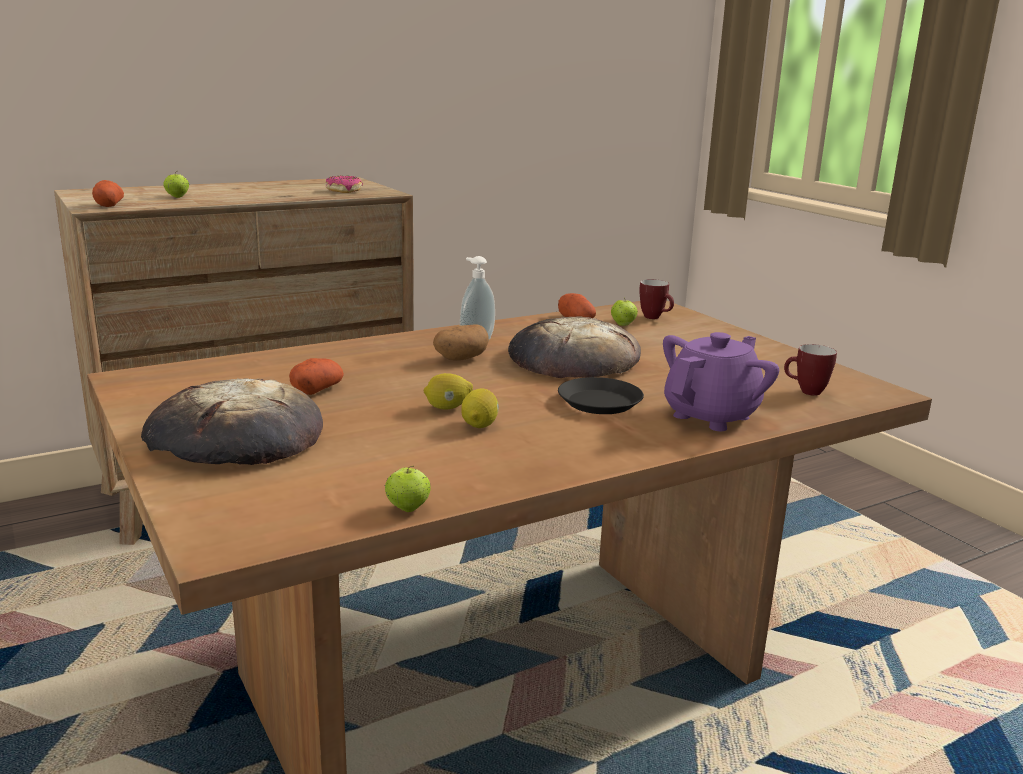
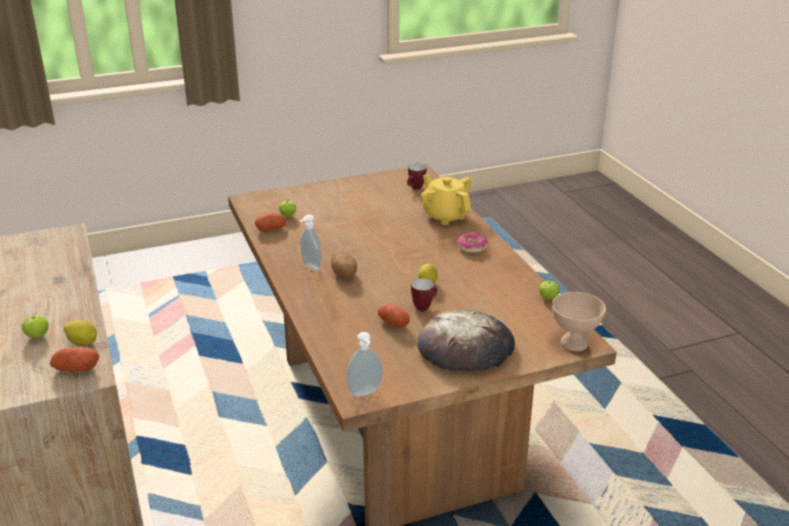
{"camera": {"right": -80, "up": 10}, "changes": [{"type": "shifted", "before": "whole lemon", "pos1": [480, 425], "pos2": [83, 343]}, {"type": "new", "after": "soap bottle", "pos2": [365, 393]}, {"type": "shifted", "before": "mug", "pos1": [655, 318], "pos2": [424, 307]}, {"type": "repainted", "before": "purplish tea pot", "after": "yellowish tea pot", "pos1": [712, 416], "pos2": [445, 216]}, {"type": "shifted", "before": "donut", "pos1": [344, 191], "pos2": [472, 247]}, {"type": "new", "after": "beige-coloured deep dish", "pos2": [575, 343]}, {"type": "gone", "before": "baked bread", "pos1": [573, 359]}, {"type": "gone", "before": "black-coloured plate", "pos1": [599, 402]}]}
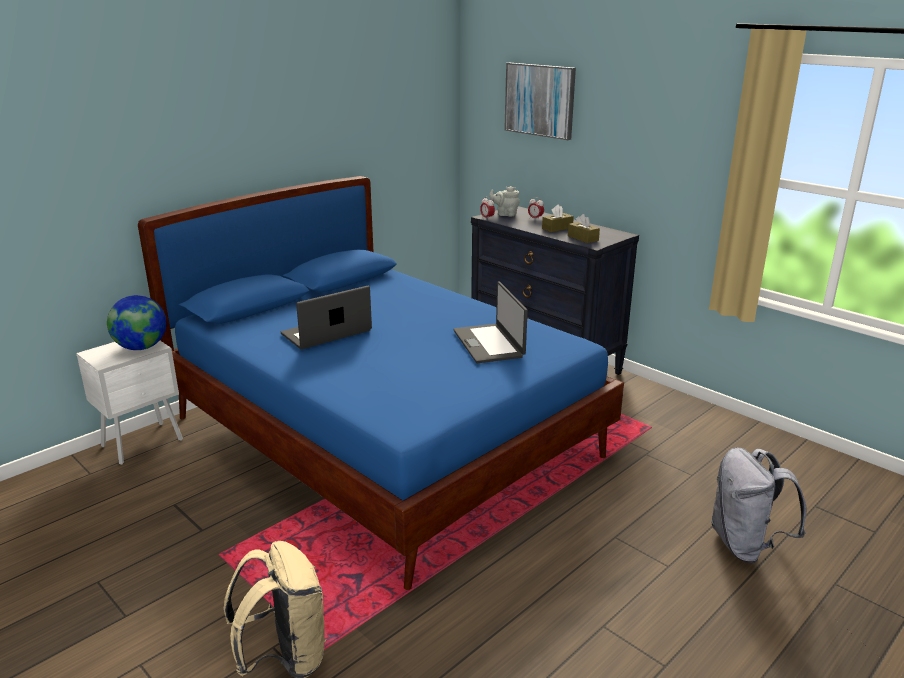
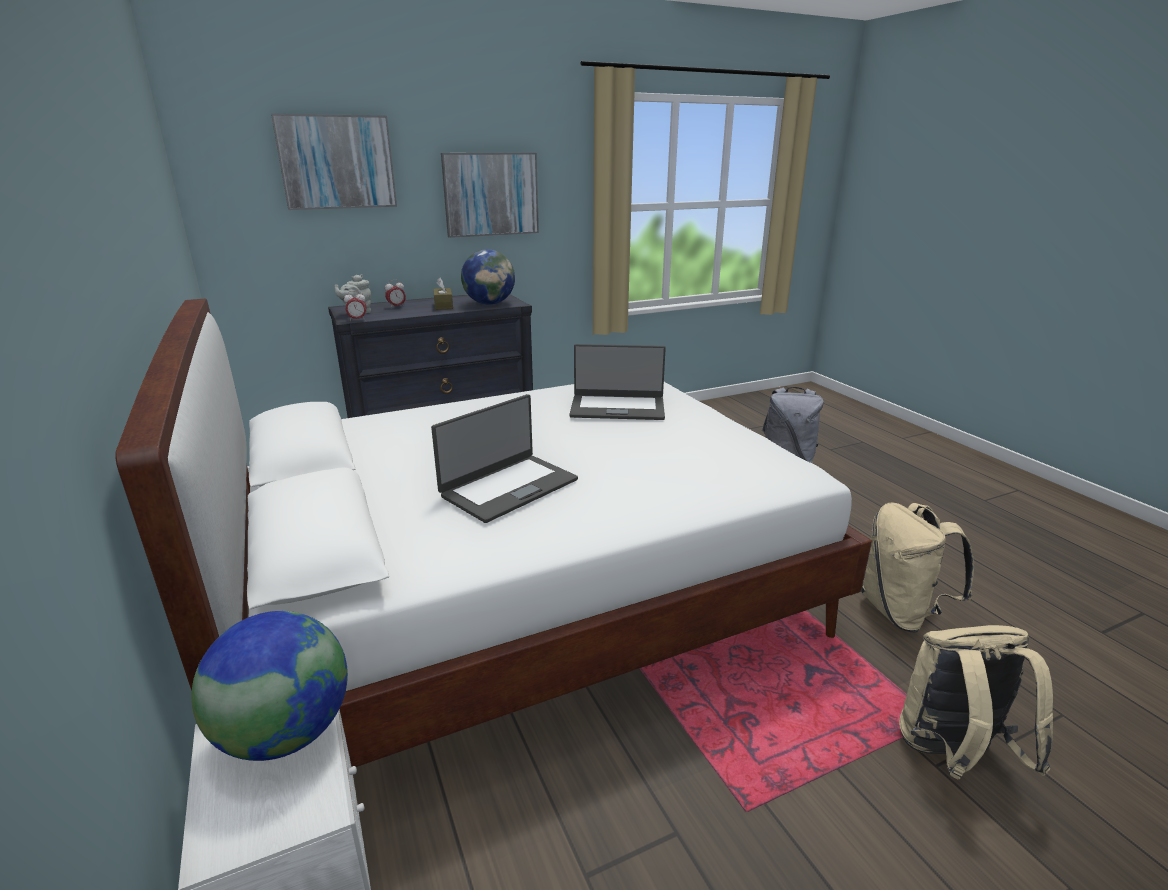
{"camera": {"right": -70, "up": 0}, "changes": [{"type": "repainted", "before": "bluish bed", "after": "white bed", "pos1": [384, 436], "pos2": [524, 599]}, {"type": "rotated", "before": "portable computer", "pos1": [327, 333], "pos2": [508, 487], "turn": -120}, {"type": "new", "after": "wall picture", "pos2": [491, 194]}, {"type": "swapped", "before": "brownish tissue box", "after": "globe", "pos1": [583, 238], "pos2": [489, 303]}, {"type": "new", "after": "beige-coloured backpack", "pos2": [900, 612]}]}
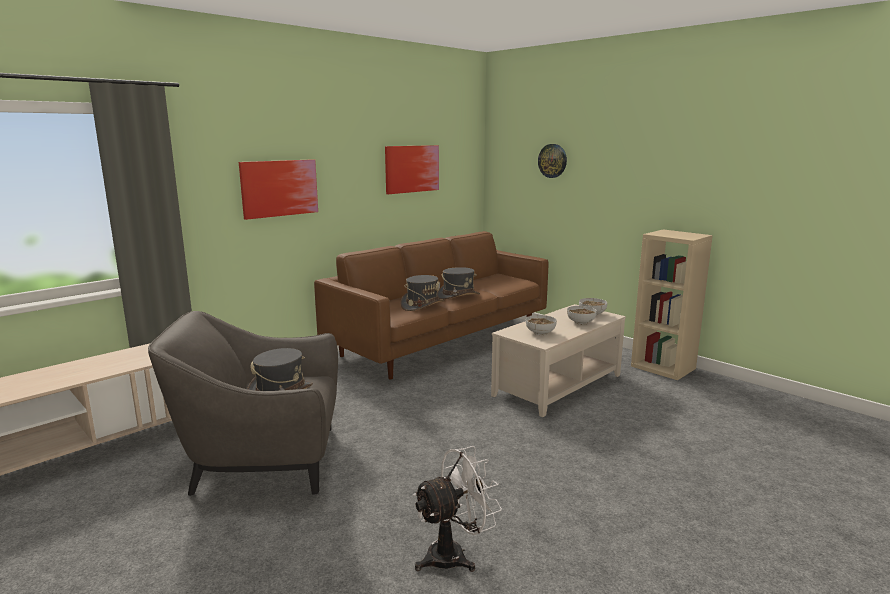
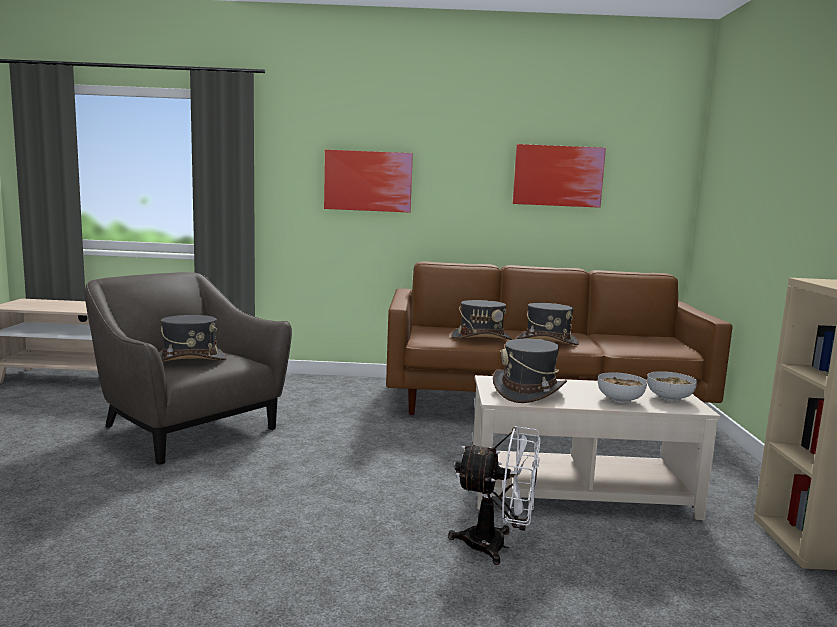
{"camera": {"right": 45, "up": -5}, "changes": [{"type": "shifted", "before": "white cooling fan", "pos1": [454, 554], "pos2": [496, 546]}, {"type": "swapped", "before": "deep dish", "after": "greyish wearable hat", "pos1": [540, 333], "pos2": [528, 392]}, {"type": "gone", "before": "clock on the wall", "pos1": [552, 161]}]}
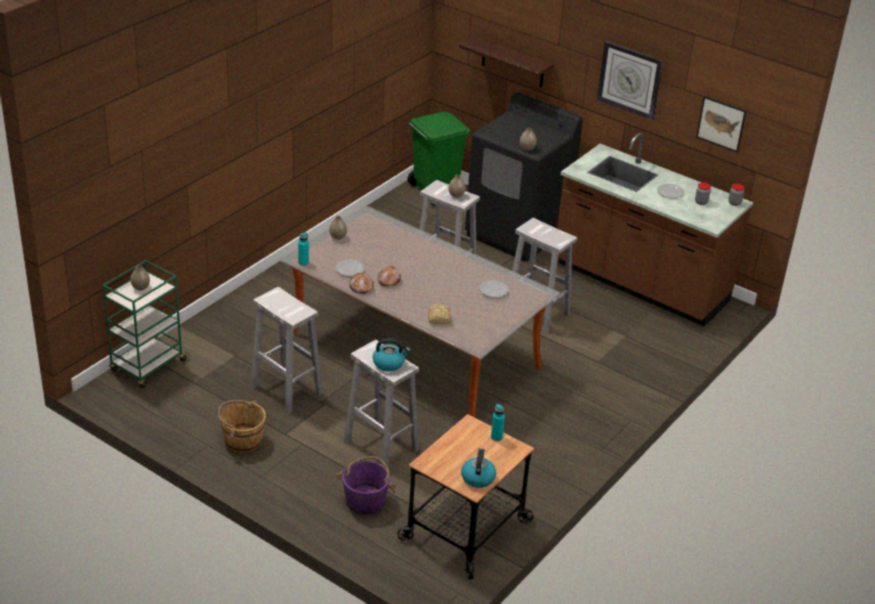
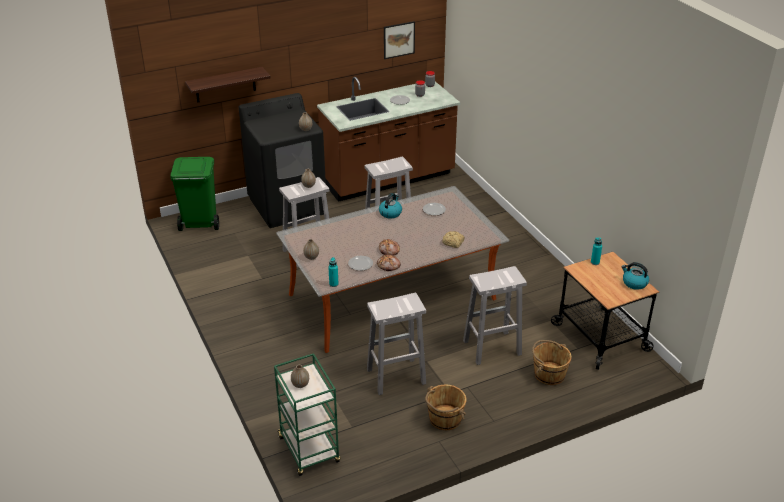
{"camera": {"right": -60, "up": 0}, "changes": [{"type": "shifted", "before": "water kettle", "pos1": [389, 363], "pos2": [390, 213]}, {"type": "repainted", "before": "purplish water bucket", "after": "brownish water bucket", "pos1": [365, 501], "pos2": [549, 374]}, {"type": "gone", "before": "clock on the wall", "pos1": [630, 79]}]}
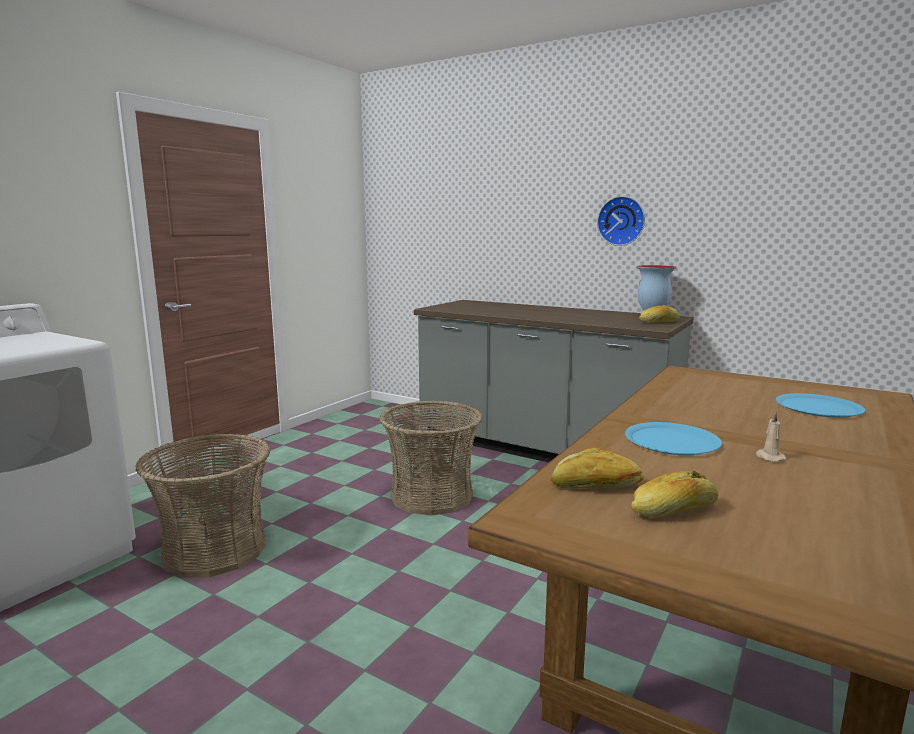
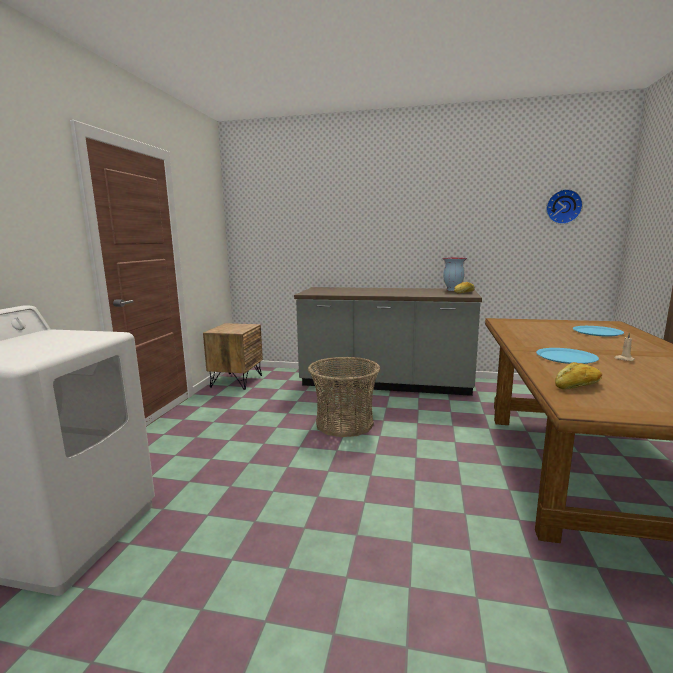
{"camera": {"right": -20, "up": 0}, "changes": [{"type": "new", "after": "brownish nightstand", "pos2": [236, 381]}, {"type": "shifted", "before": "clock on the wall", "pos1": [621, 221], "pos2": [563, 207]}, {"type": "gone", "before": "storage basket", "pos1": [215, 549]}, {"type": "gone", "before": "baked bread", "pos1": [673, 510]}]}
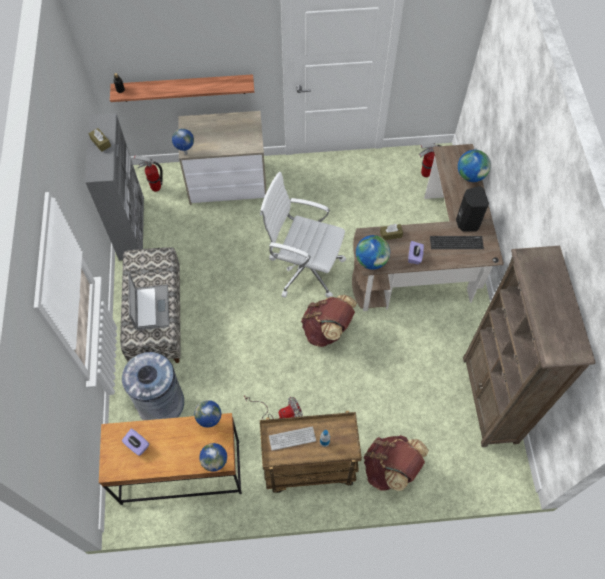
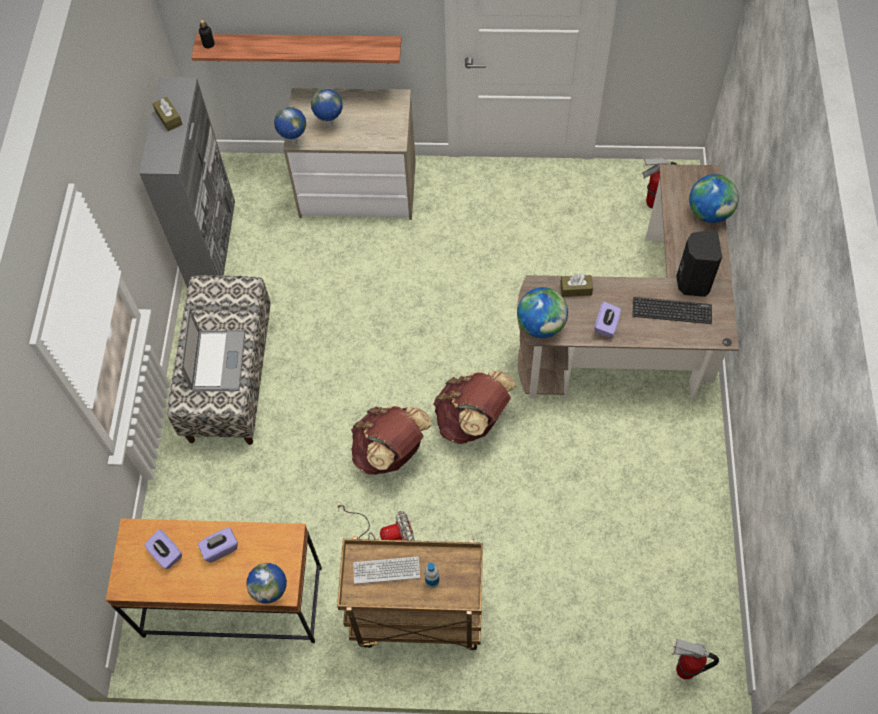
{"camera": {"right": 10, "up": 0}, "changes": [{"type": "new", "after": "purplish tissue box", "pos2": [220, 548]}, {"type": "shifted", "before": "globe", "pos1": [210, 422], "pos2": [330, 125]}, {"type": "shifted", "before": "brownish backpack", "pos1": [390, 469], "pos2": [390, 452]}, {"type": "shifted", "before": "fire extinguisher", "pos1": [155, 187], "pos2": [684, 670]}, {"type": "gone", "before": "greyish waste bin", "pos1": [161, 404]}, {"type": "gone", "before": "white desk chair", "pos1": [304, 268]}, {"type": "gone", "before": "brownish bookcase", "pos1": [490, 400]}]}
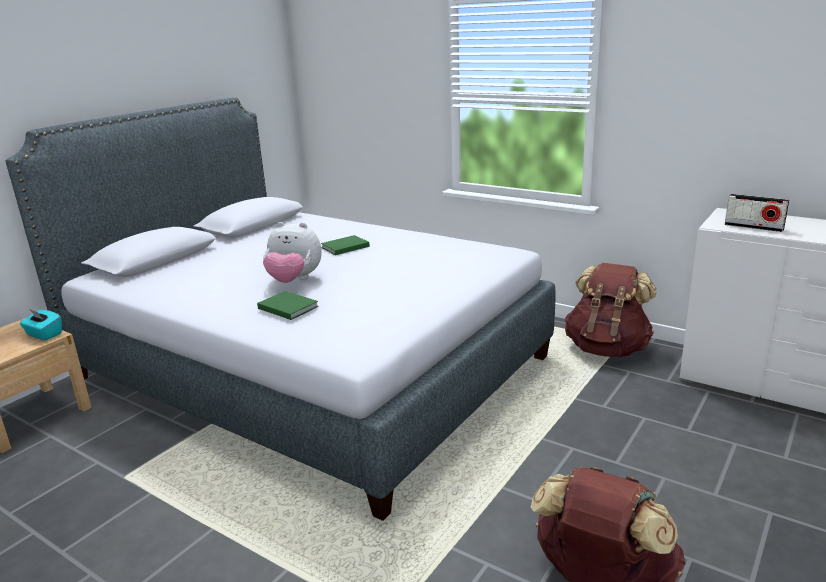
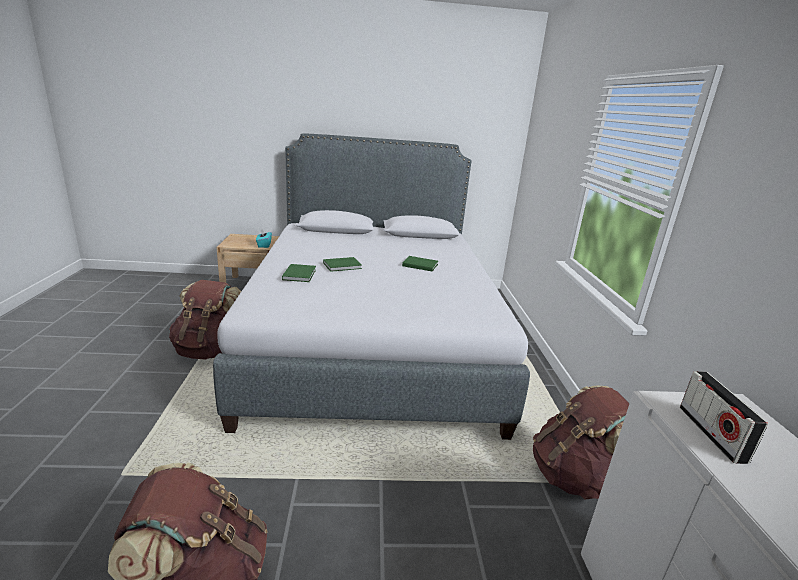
{"camera": {"right": 50, "up": 0}, "changes": [{"type": "new", "after": "brownish backpack", "pos2": [209, 350]}, {"type": "swapped", "before": "cuddly toy", "after": "green volume", "pos1": [294, 281], "pos2": [343, 266]}]}
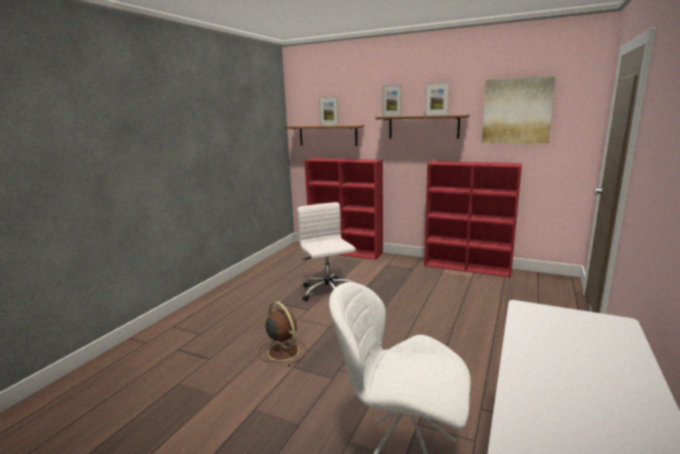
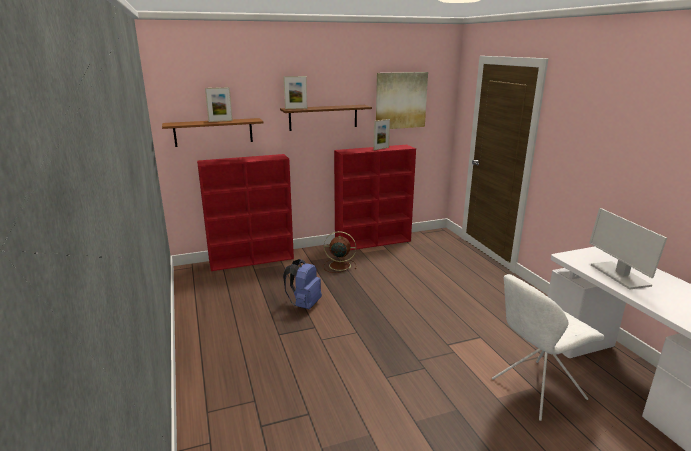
{"camera": {"right": -45, "up": 5}, "changes": [{"type": "swapped", "before": "white desk chair", "after": "bluish backpack", "pos1": [328, 292], "pos2": [304, 304]}, {"type": "shifted", "before": "brownish cooling fan", "pos1": [282, 351], "pos2": [338, 265]}, {"type": "shifted", "before": "picture frame", "pos1": [436, 115], "pos2": [381, 148]}, {"type": "new", "after": "computer display", "pos2": [619, 275]}]}
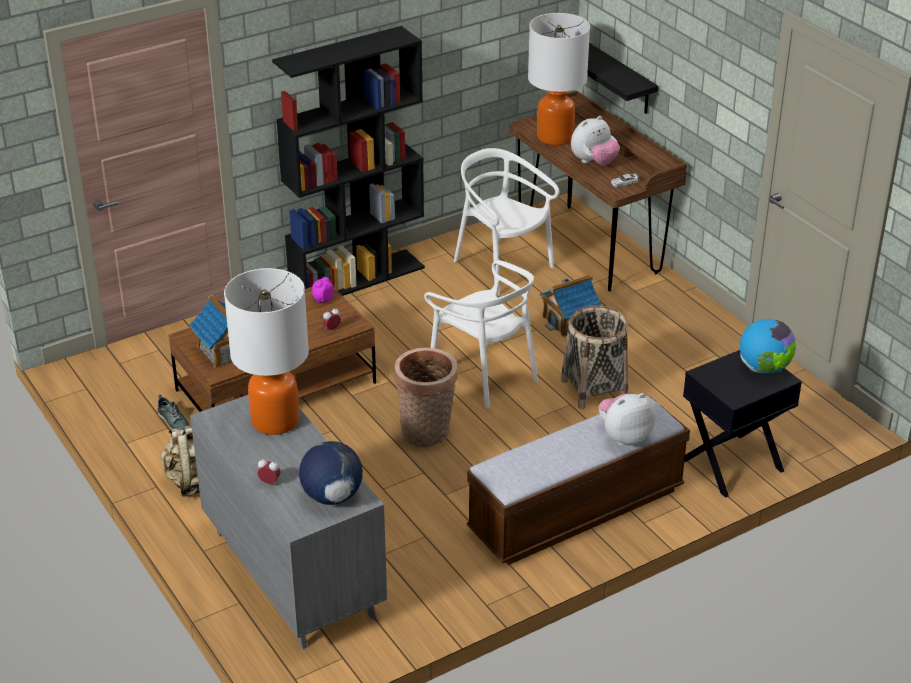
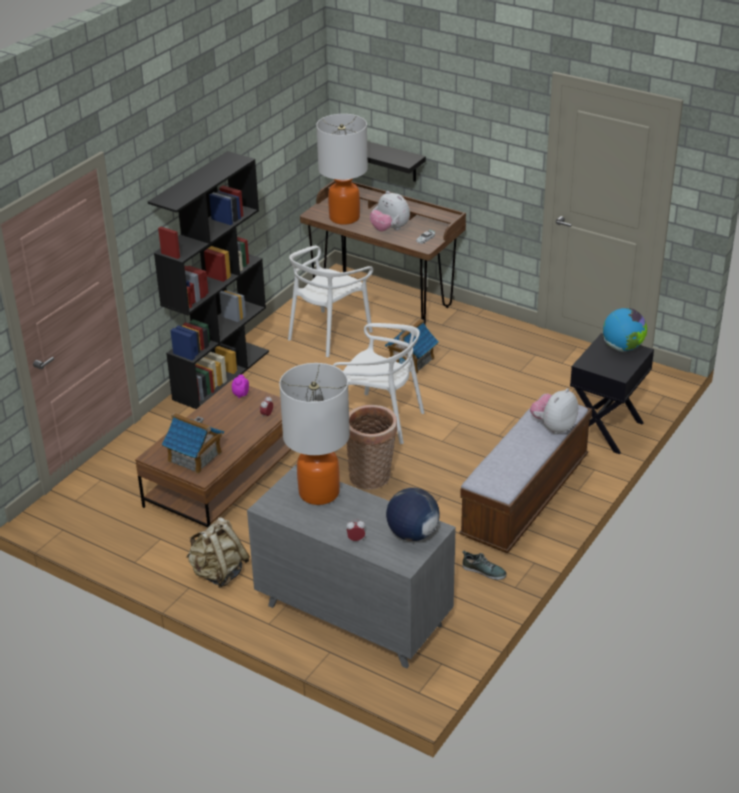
{"camera": {"right": -25, "up": 0}, "changes": [{"type": "rotated", "before": "white chair", "pos1": [502, 266], "pos2": [328, 334], "turn": -75}, {"type": "rotated", "before": "cuddly toy", "pos1": [593, 162], "pos2": [390, 229], "turn": 105}, {"type": "shifted", "before": "item of footwear", "pos1": [174, 422], "pos2": [484, 571]}, {"type": "gone", "before": "storage basket", "pos1": [593, 389]}]}
